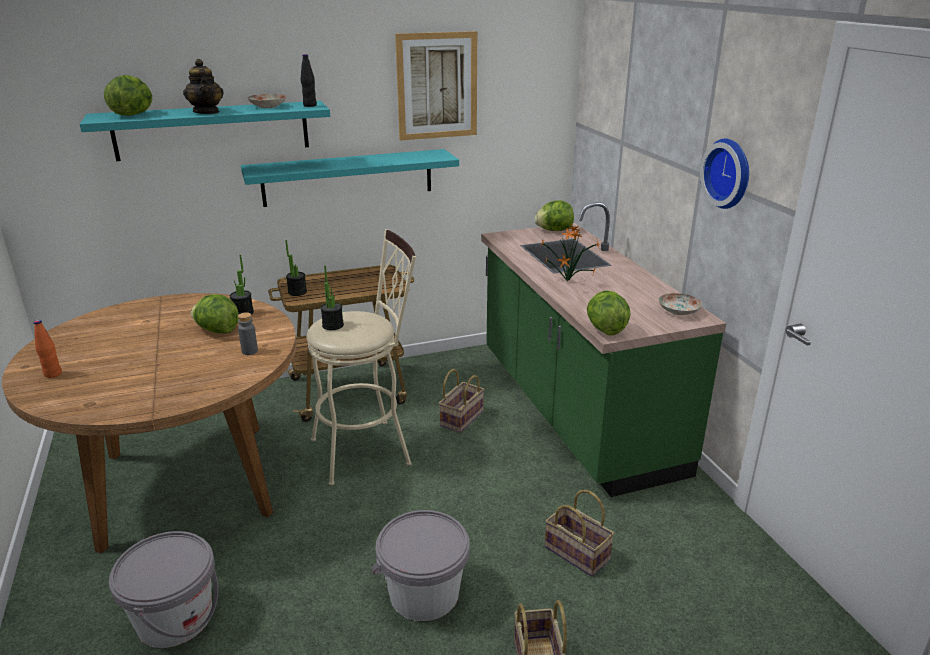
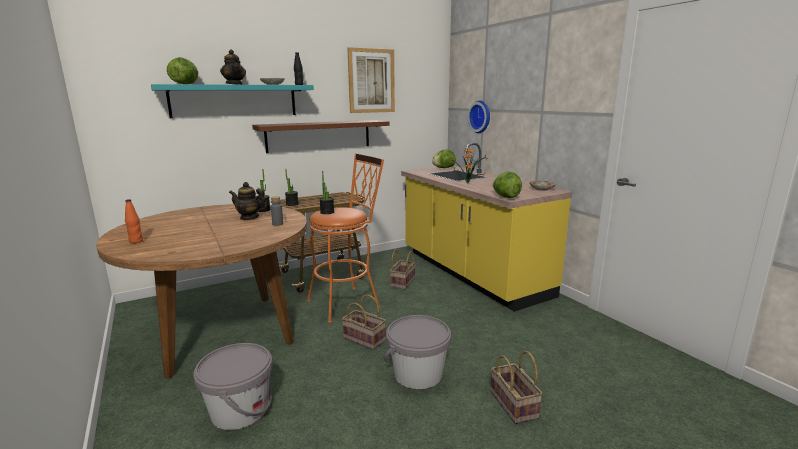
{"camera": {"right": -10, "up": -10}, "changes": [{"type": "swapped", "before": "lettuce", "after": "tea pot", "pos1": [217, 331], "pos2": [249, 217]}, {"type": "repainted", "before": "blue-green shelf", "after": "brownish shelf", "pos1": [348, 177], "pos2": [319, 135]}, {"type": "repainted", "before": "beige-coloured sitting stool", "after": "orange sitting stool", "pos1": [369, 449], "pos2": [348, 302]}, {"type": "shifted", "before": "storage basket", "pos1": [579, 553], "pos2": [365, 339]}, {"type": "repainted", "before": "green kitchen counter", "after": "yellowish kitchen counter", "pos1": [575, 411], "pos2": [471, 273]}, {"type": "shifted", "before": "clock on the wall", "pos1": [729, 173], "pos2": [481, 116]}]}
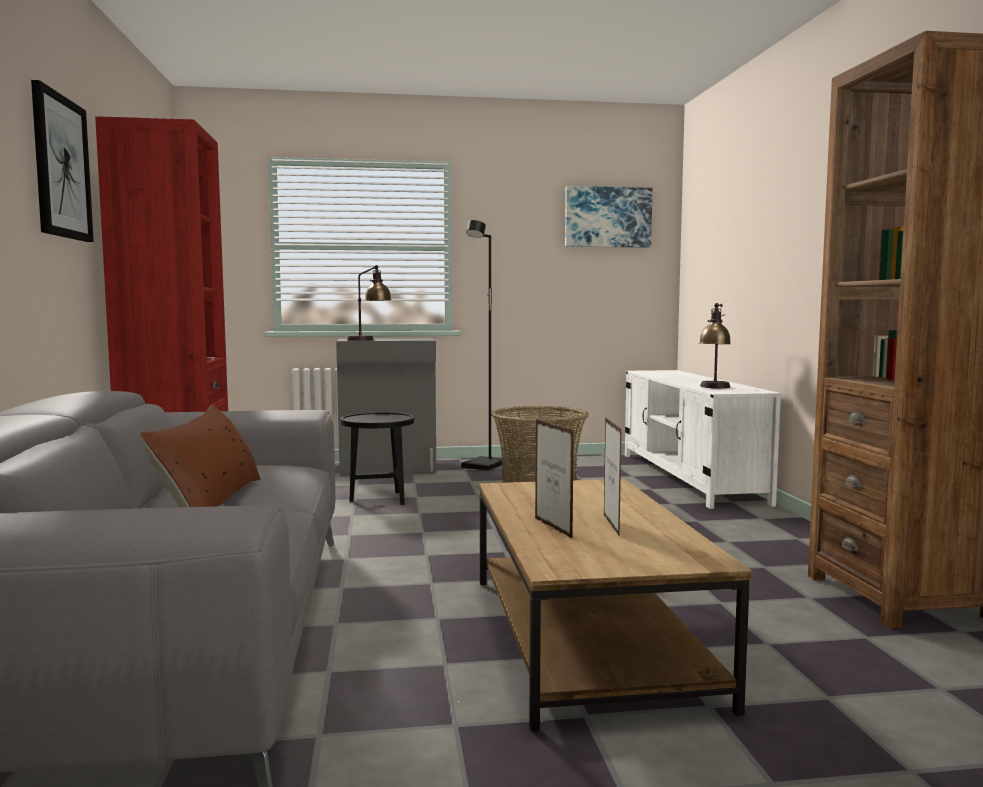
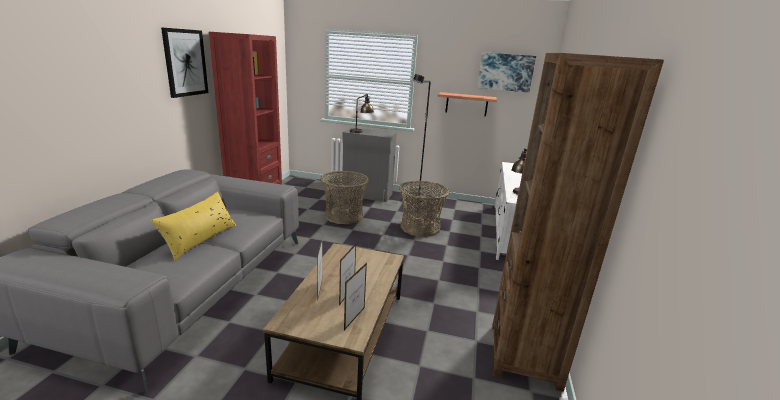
{"camera": {"right": 20, "up": 15}, "changes": [{"type": "repainted", "before": "brownish pillow", "after": "yellowish pillow", "pos1": [209, 501], "pos2": [200, 239]}, {"type": "swapped", "before": "black-coloured end table", "after": "storage basket", "pos1": [378, 499], "pos2": [344, 216]}, {"type": "new", "after": "picture frame", "pos2": [354, 319]}, {"type": "new", "after": "shelf", "pos2": [466, 104]}]}
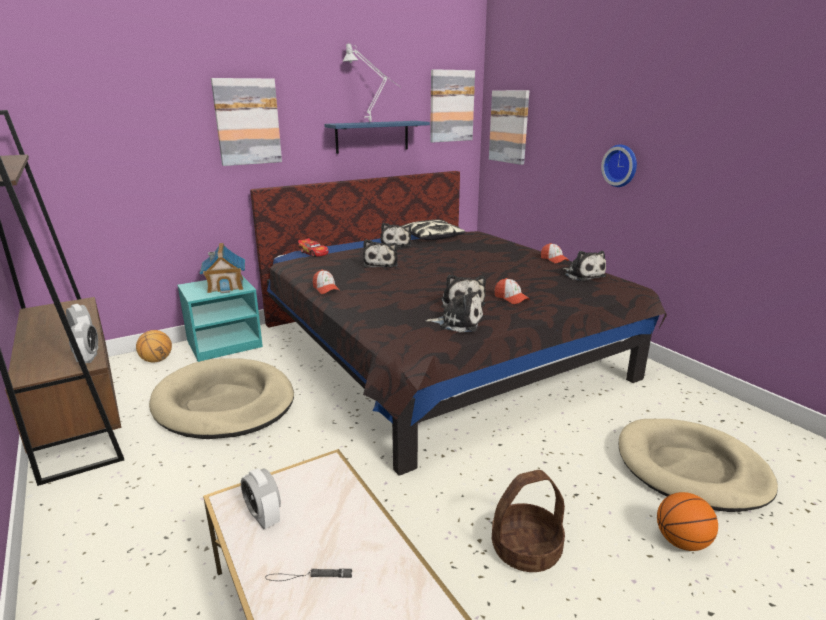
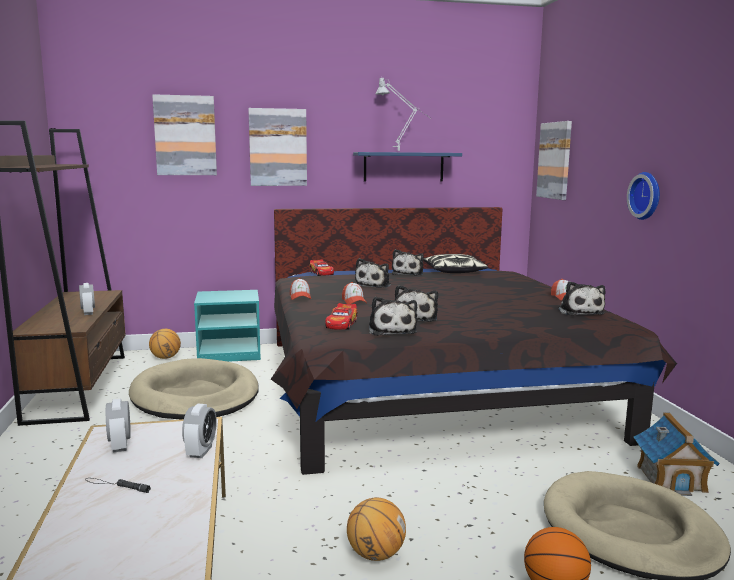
{"camera": {"right": 20, "up": -10}, "changes": [{"type": "shifted", "before": "wall picture", "pos1": [451, 106], "pos2": [185, 135]}, {"type": "shifted", "before": "table clock", "pos1": [88, 358], "pos2": [201, 451]}, {"type": "new", "after": "model car", "pos2": [342, 324]}, {"type": "shifted", "before": "baseball cap", "pos1": [511, 298], "pos2": [354, 301]}, {"type": "swapped", "before": "storage basket", "after": "basketball ball", "pos1": [526, 549], "pos2": [375, 555]}, {"type": "rotated", "before": "cuddly toy", "pos1": [458, 322], "pos2": [391, 330], "turn": 45}, {"type": "shifted", "before": "miniature house", "pos1": [226, 285], "pos2": [671, 478]}]}
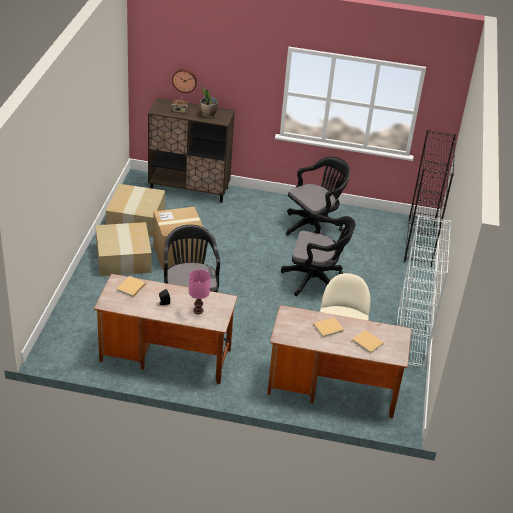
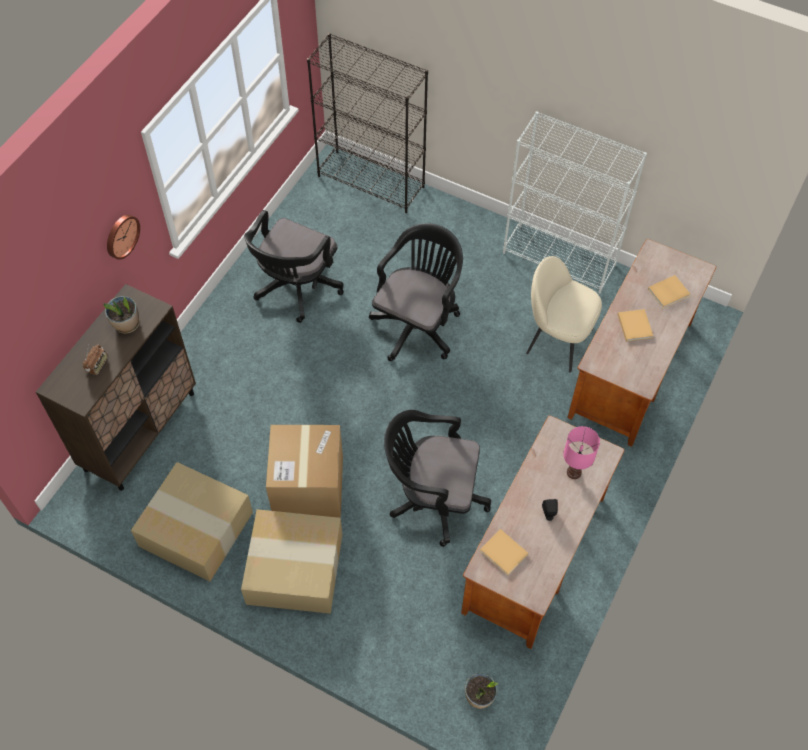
{"camera": {"right": -70, "up": 20}, "changes": [{"type": "shifted", "before": "clock on the wall", "pos1": [184, 80], "pos2": [121, 236]}, {"type": "rotated", "before": "black-coloured desk chair", "pos1": [314, 226], "pos2": [295, 289], "turn": -135}, {"type": "new", "after": "potted plant", "pos2": [479, 697]}]}
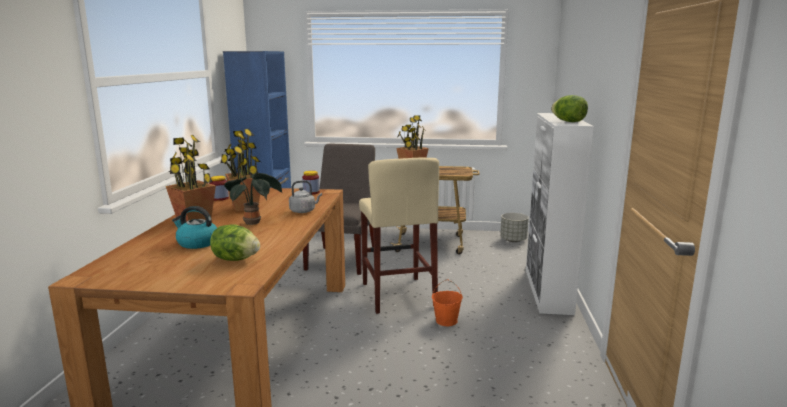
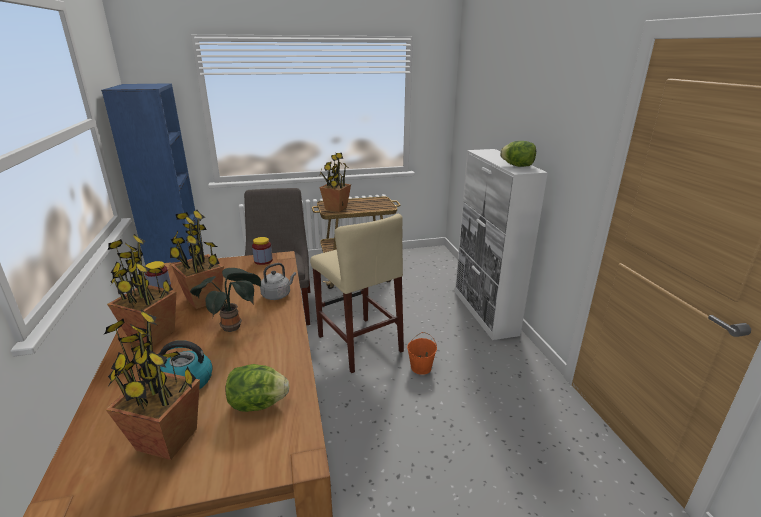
{"camera": {"right": -20, "up": 10}, "changes": [{"type": "new", "after": "potted plant", "pos2": [168, 439]}, {"type": "gone", "before": "greyish flower pot", "pos1": [513, 240]}]}
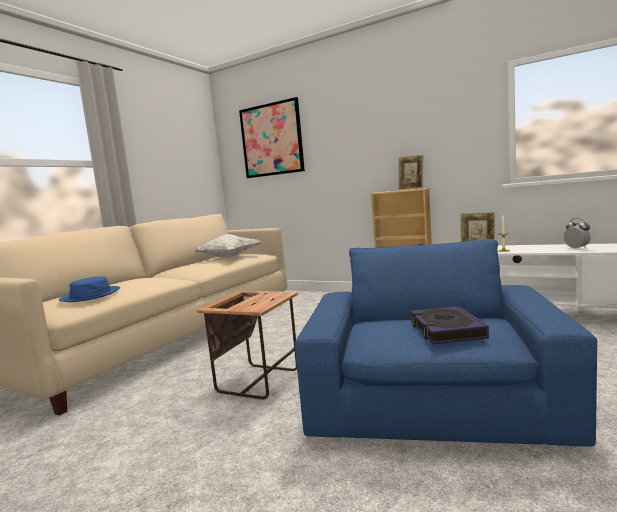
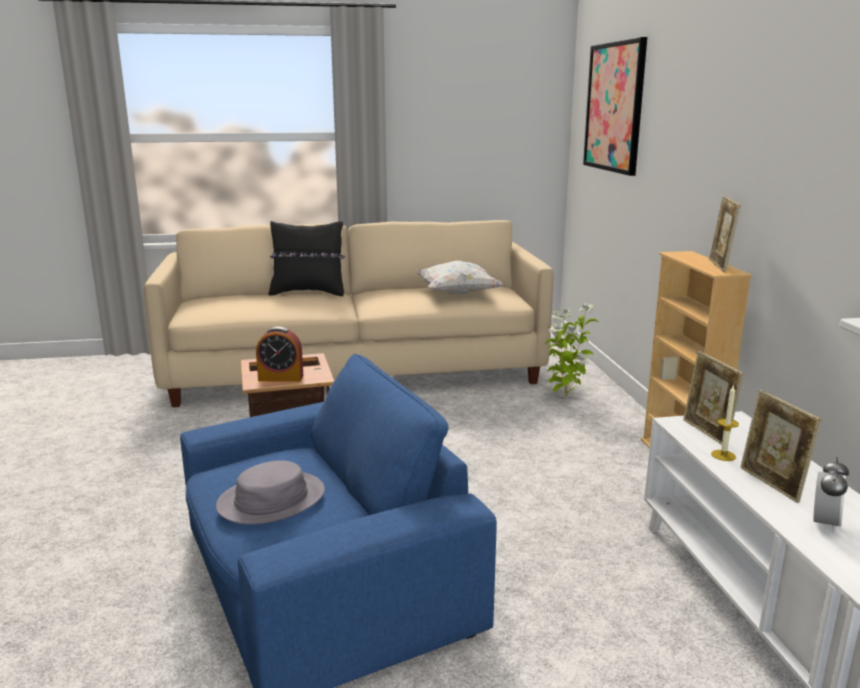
{"camera": {"right": 50, "up": 10}, "changes": [{"type": "swapped", "before": "volume", "after": "greyish wearable hat", "pos1": [446, 330], "pos2": [271, 499]}, {"type": "new", "after": "table clock", "pos2": [281, 378]}, {"type": "new", "after": "black-coloured pillow", "pos2": [308, 293]}, {"type": "new", "after": "potted plant", "pos2": [564, 398]}, {"type": "new", "after": "picture frame", "pos2": [771, 484]}, {"type": "gone", "before": "bluish wearable hat", "pos1": [90, 295]}]}
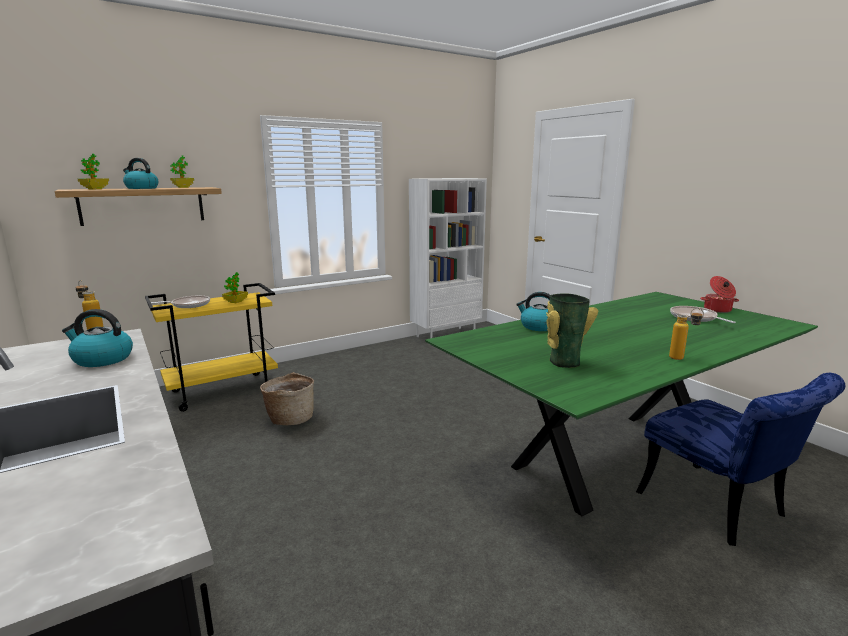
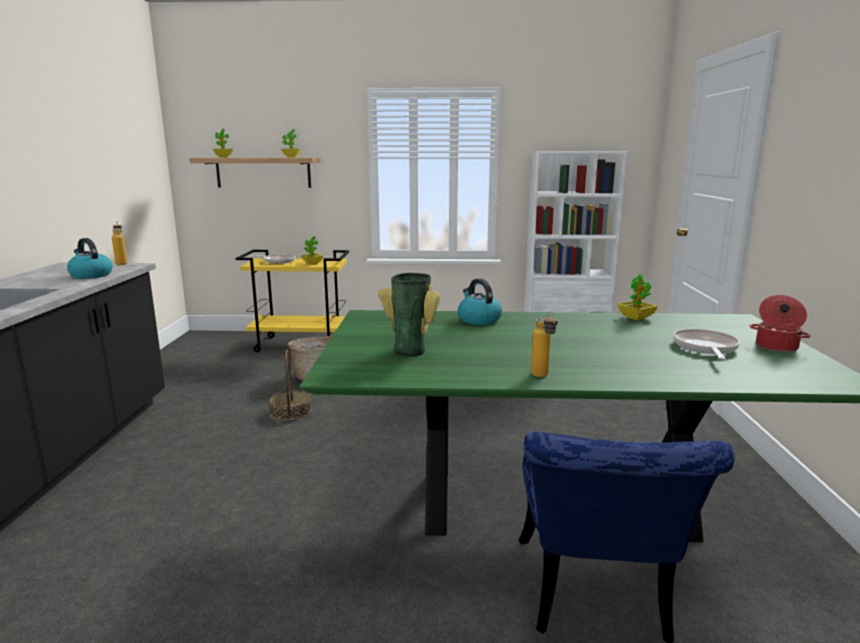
{"camera": {"right": 35, "up": 0}, "changes": [{"type": "new", "after": "storage basket", "pos2": [291, 411]}, {"type": "new", "after": "potted plant", "pos2": [636, 318]}, {"type": "gone", "before": "water kettle", "pos1": [141, 188]}]}
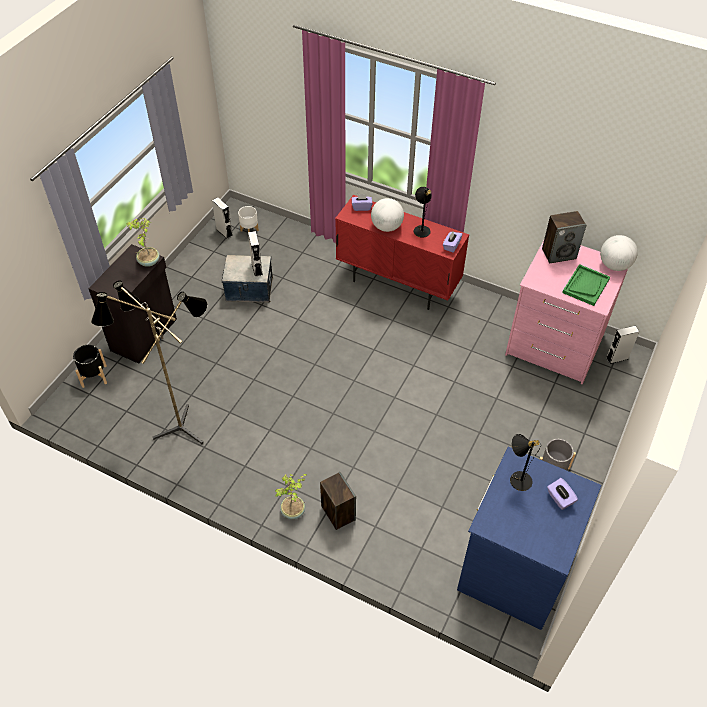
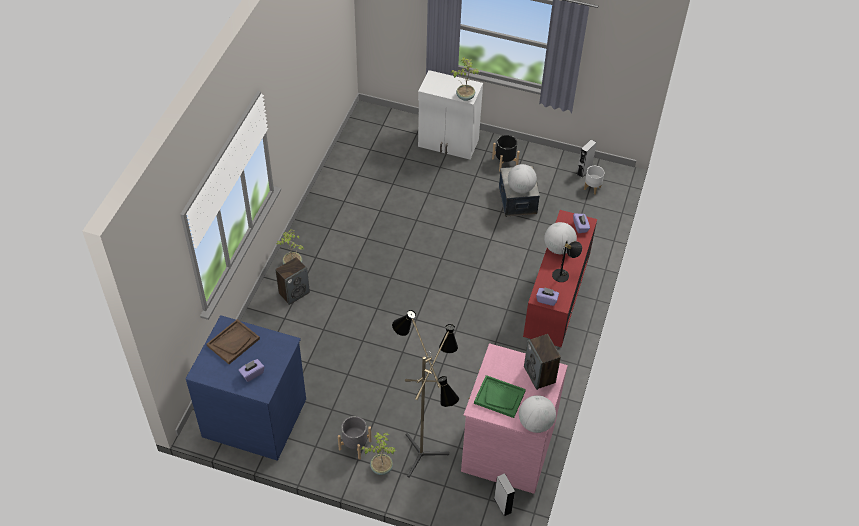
{"camera": {"right": 80, "up": 0}, "changes": [{"type": "new", "after": "brownish tray", "pos2": [233, 342]}, {"type": "new", "after": "potted plant", "pos2": [381, 467]}, {"type": "shifted", "before": "standard lamp", "pos1": [178, 425], "pos2": [425, 451]}, {"type": "repainted", "before": "black-coloured cupboard", "after": "white cupboard", "pos1": [145, 335], "pos2": [448, 144]}, {"type": "shifted", "before": "black-coloured flower pot", "pos1": [94, 376], "pos2": [504, 162]}, {"type": "swapped", "before": "greyish audio speaker", "after": "globe", "pos1": [257, 268], "pos2": [521, 188]}, {"type": "gone", "before": "black-coloured lamp for a table", "pos1": [517, 477]}]}
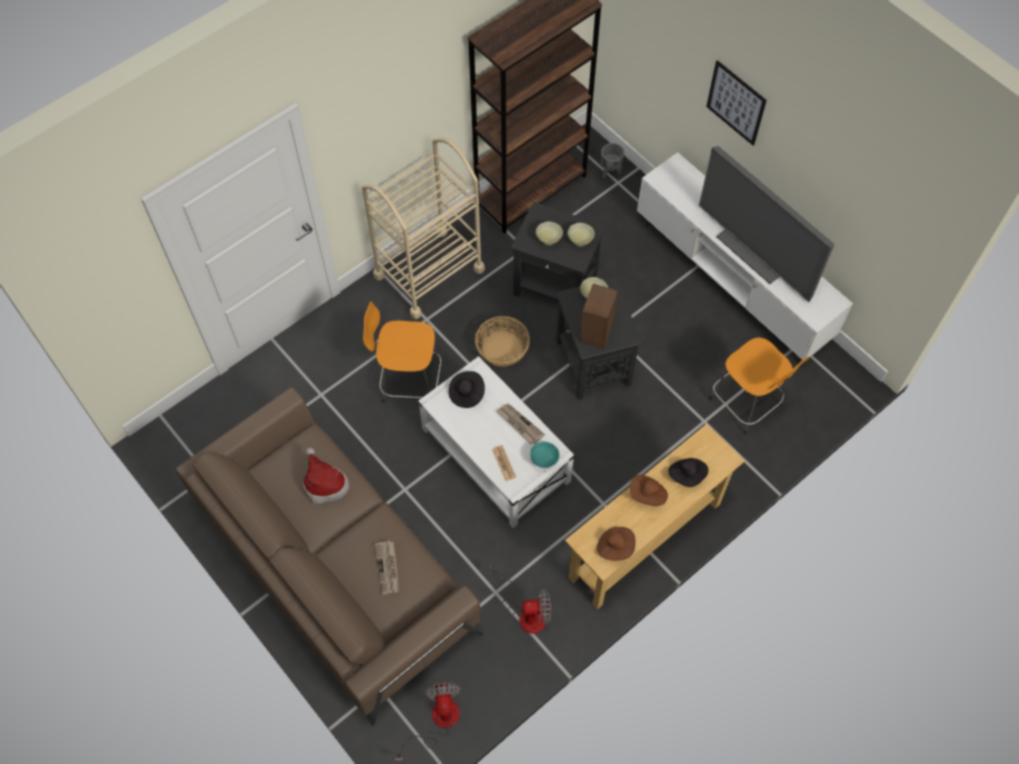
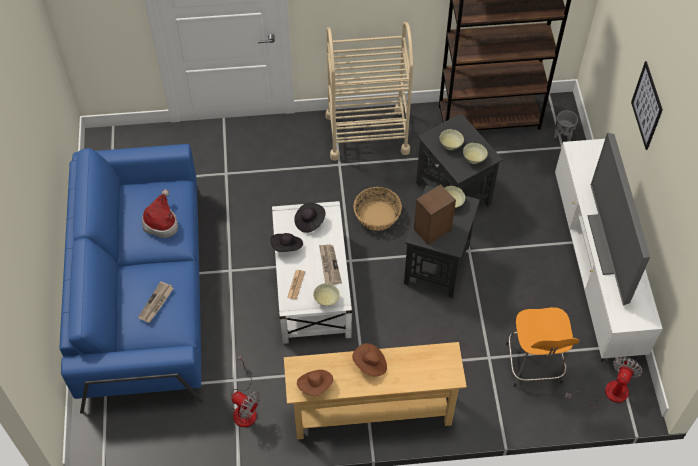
{"camera": {"right": 35, "up": -5}, "changes": [{"type": "repainted", "before": "brownish settee", "after": "bluish settee", "pos1": [335, 566], "pos2": [143, 292]}, {"type": "shifted", "before": "black-coloured wearable hat", "pos1": [687, 475], "pos2": [287, 247]}, {"type": "repainted", "before": "blue-green deep dish", "after": "beige-coloured deep dish", "pos1": [544, 460], "pos2": [327, 300]}, {"type": "shifted", "before": "cooling fan", "pos1": [437, 721], "pos2": [607, 393]}, {"type": "gone", "before": "orange sitting stool", "pos1": [409, 382]}]}
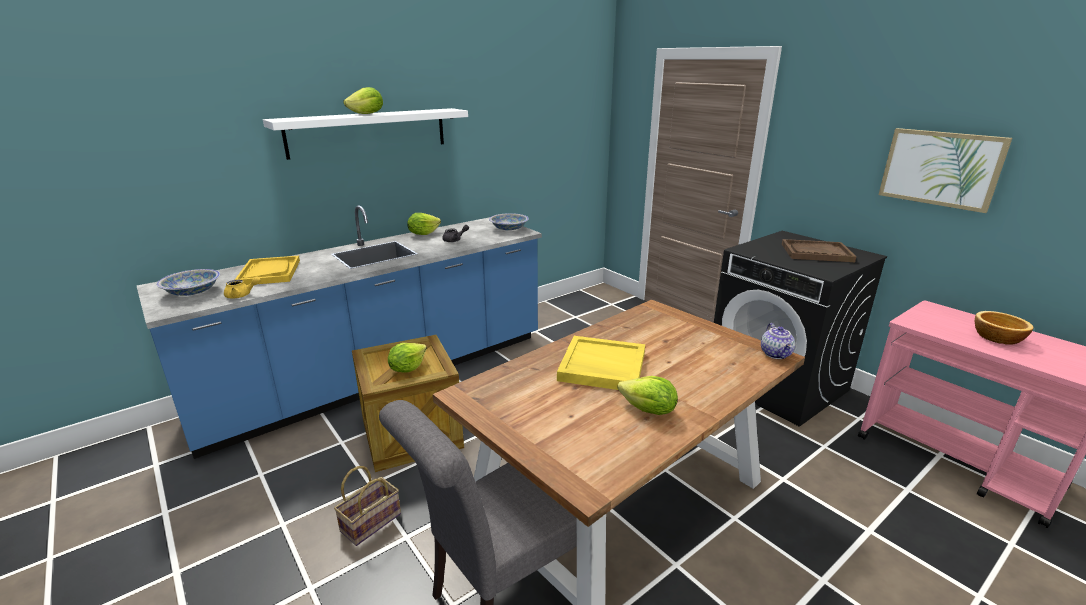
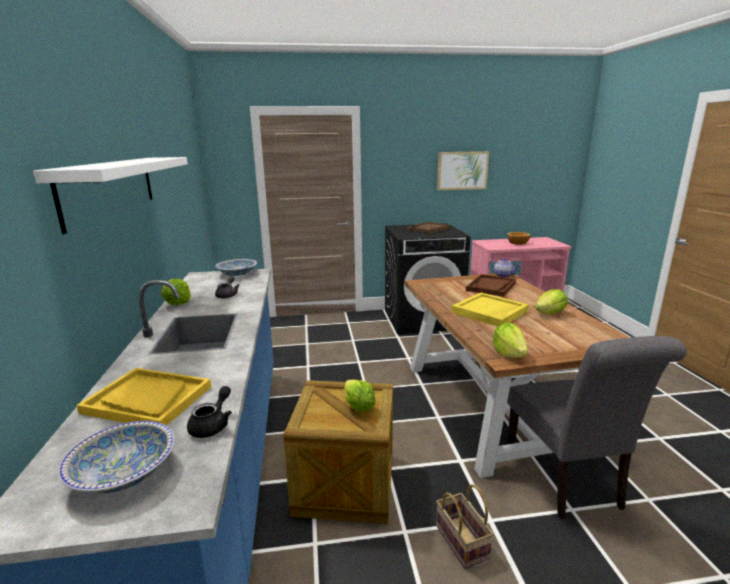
{"camera": {"right": -60, "up": -5}, "changes": [{"type": "repainted", "before": "yellowish tea pot", "after": "black-coloured tea pot", "pos1": [242, 295], "pos2": [213, 425]}, {"type": "new", "after": "brownish tray", "pos2": [491, 287]}, {"type": "shifted", "before": "lettuce", "pos1": [367, 114], "pos2": [509, 353]}]}
